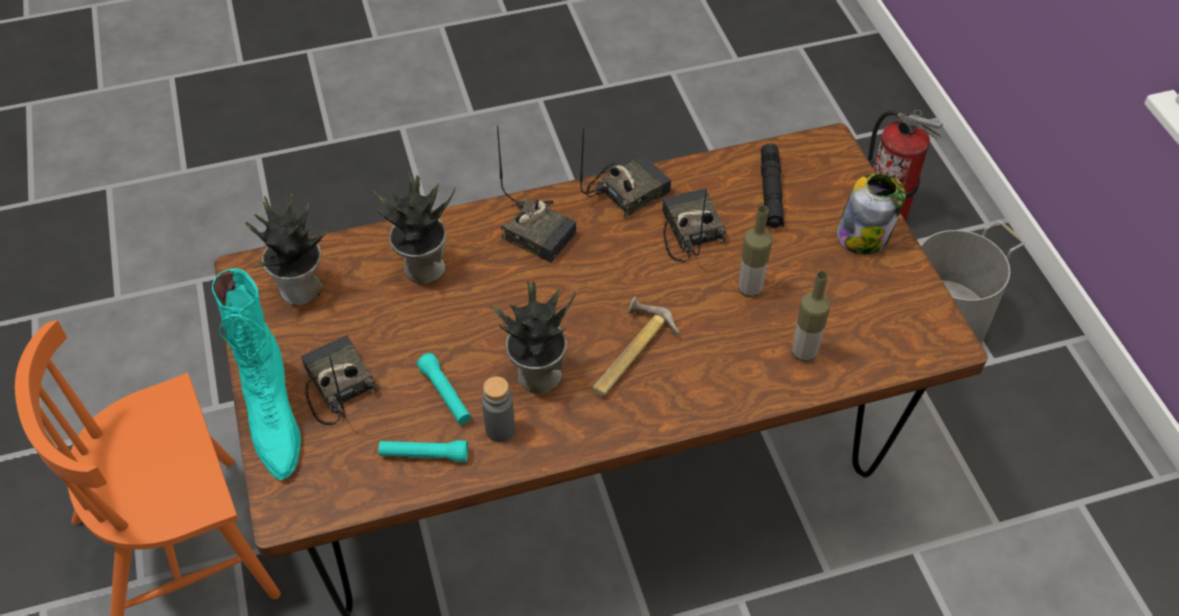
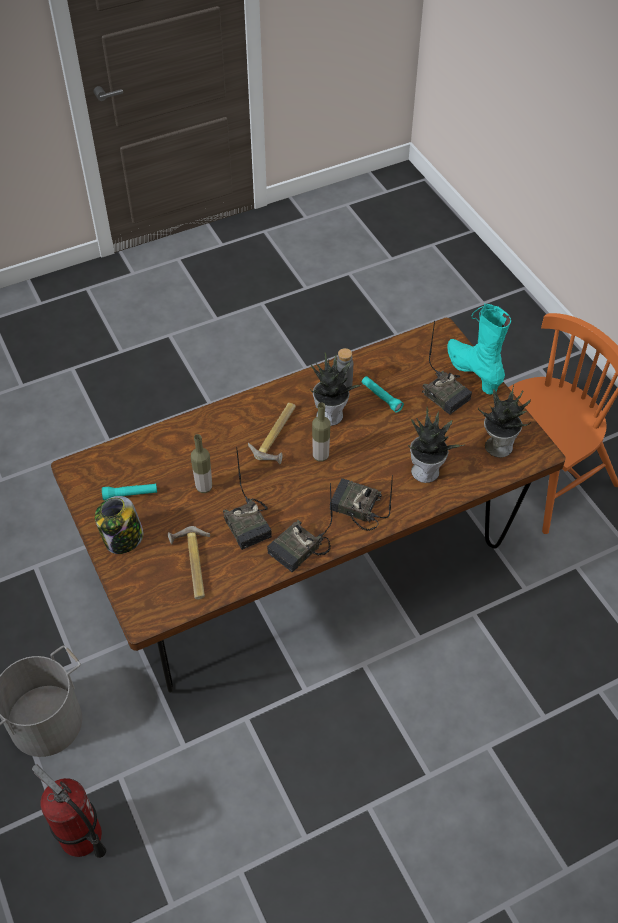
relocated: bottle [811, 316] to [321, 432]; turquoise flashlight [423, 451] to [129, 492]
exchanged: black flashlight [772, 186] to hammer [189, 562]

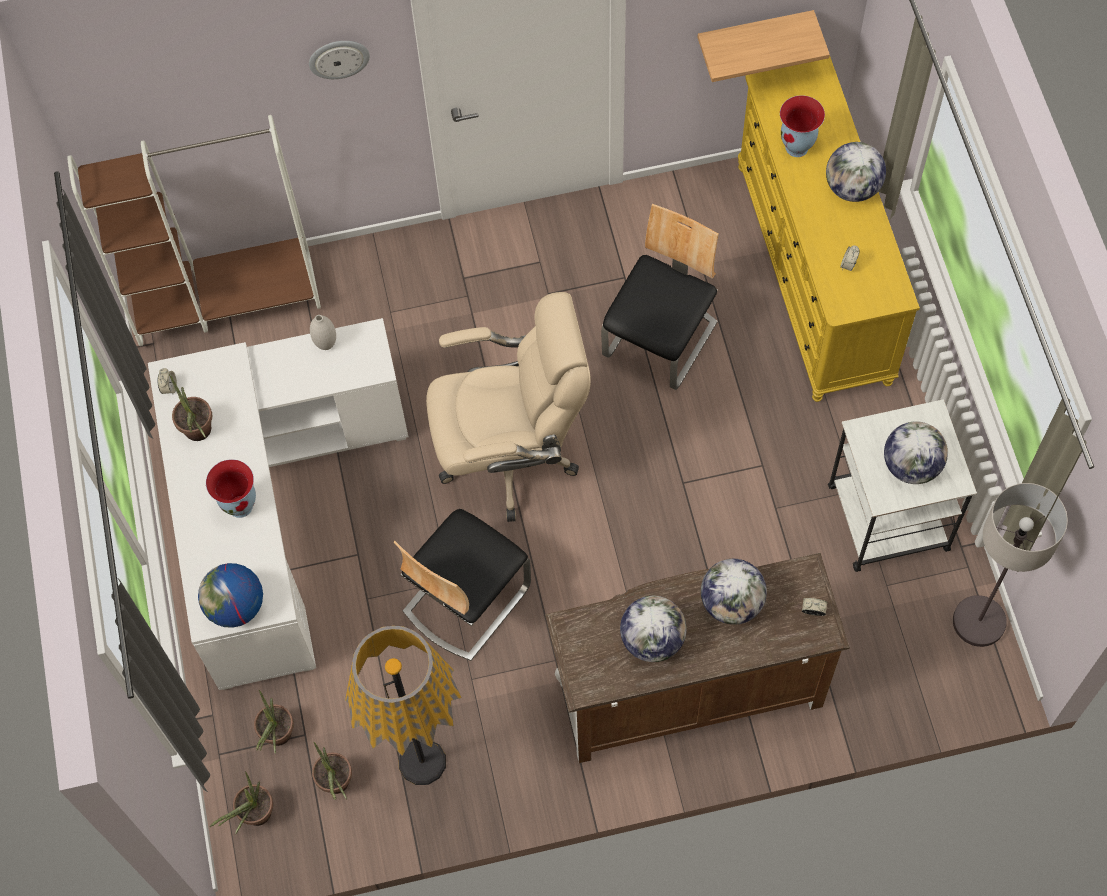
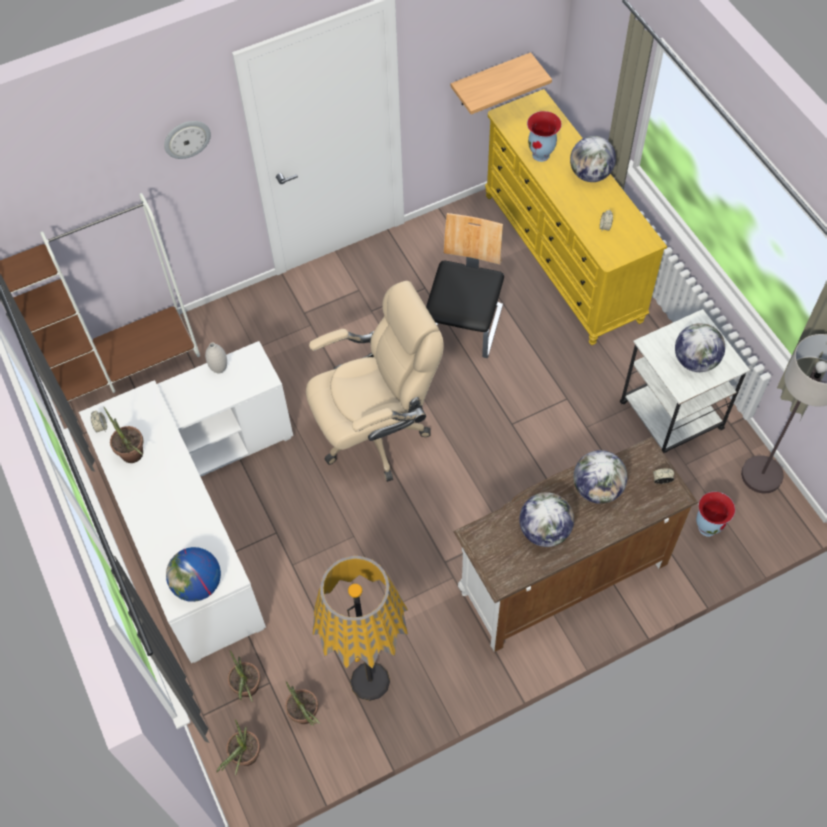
missing: chair [462, 585]
relocated: vase [231, 488] to [715, 514]

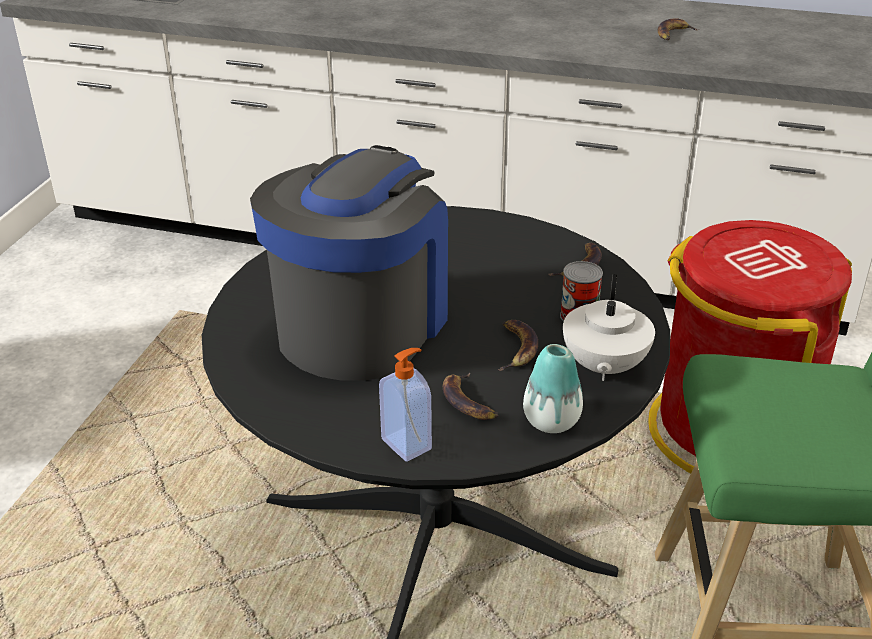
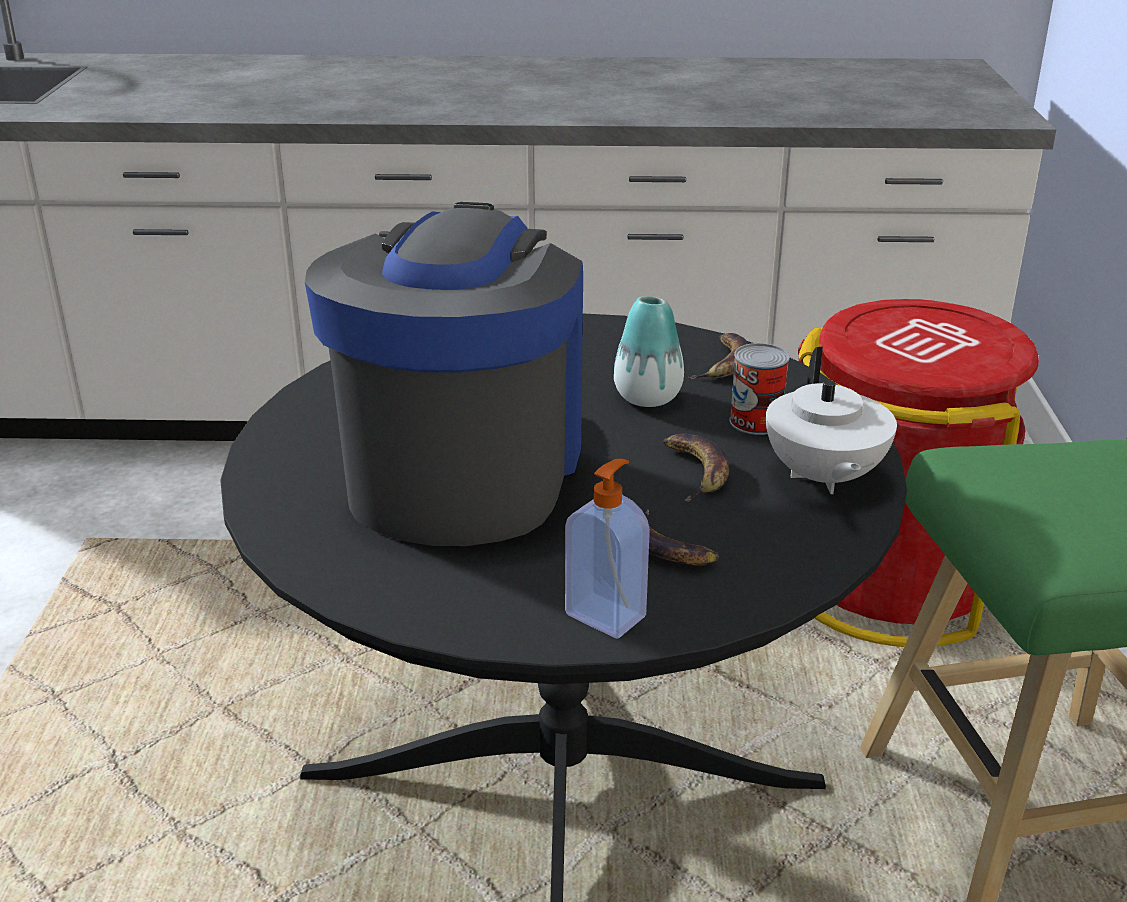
missing: banana [678, 29]
relocated: vase [553, 388] to [649, 351]

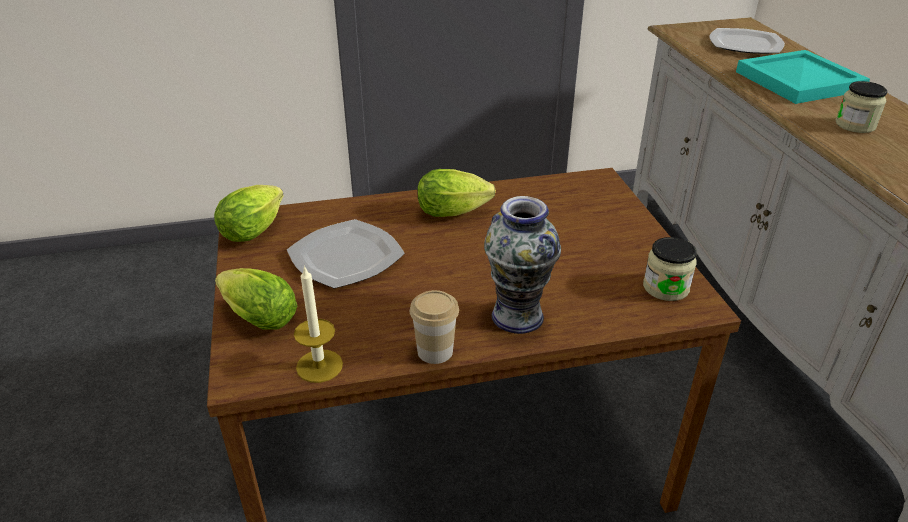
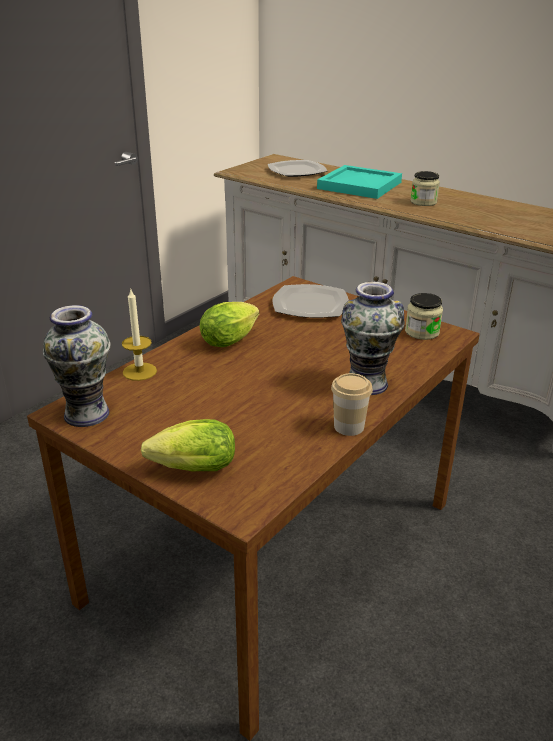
relocated: plate [346, 254] to [310, 301]; candle [318, 324] to [139, 335]
exchanged: lettuce [249, 213] to vase [77, 366]

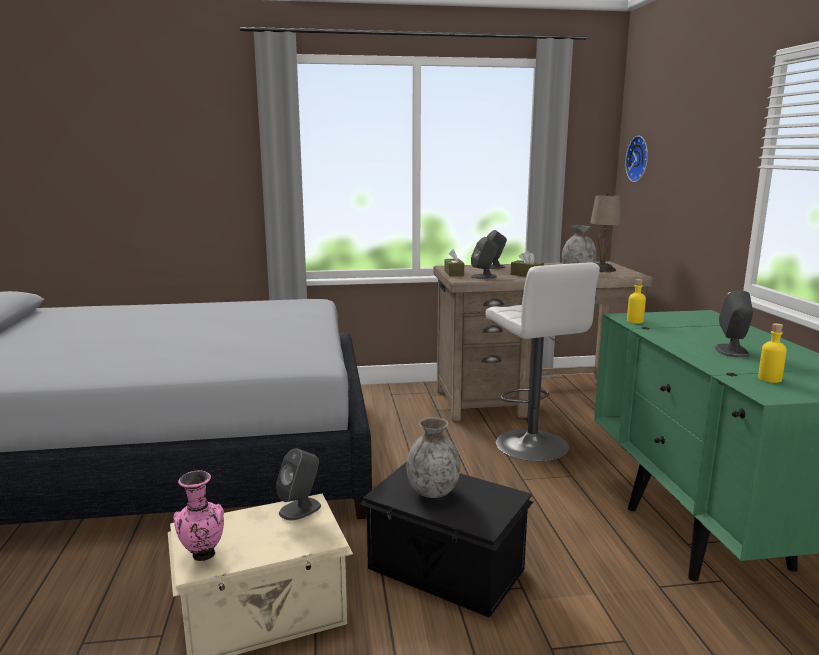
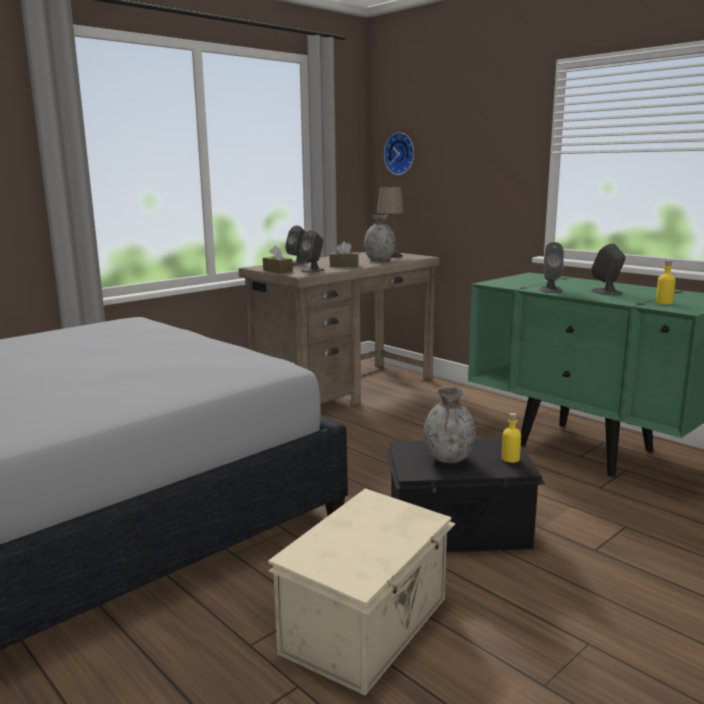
missing: white stool [543, 362]; pink vase [198, 515]
relocated: yellow bottle [636, 301] to [511, 438]; grey speaker [298, 484] to [551, 267]

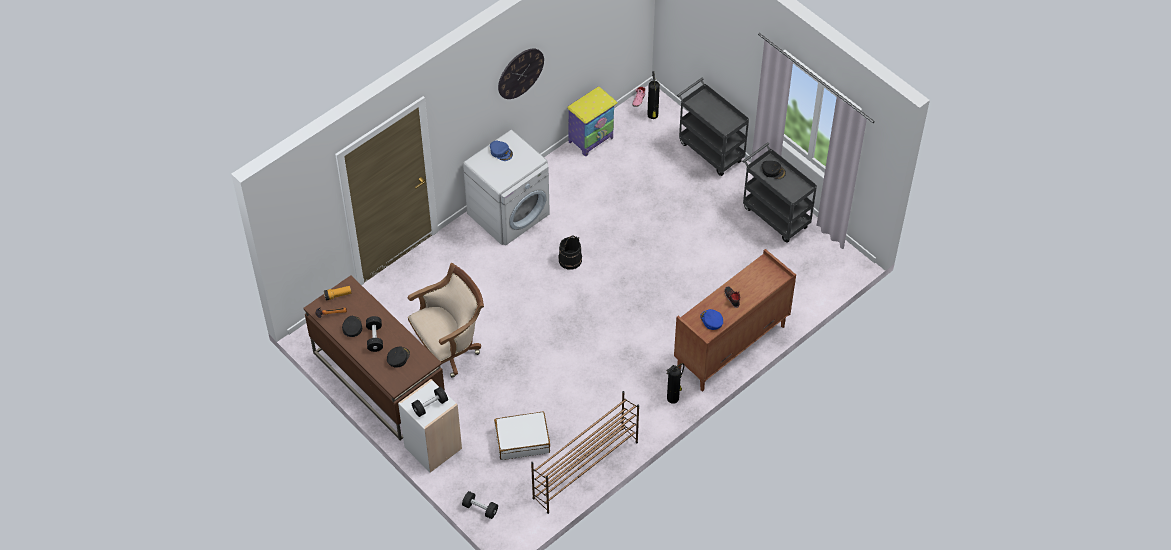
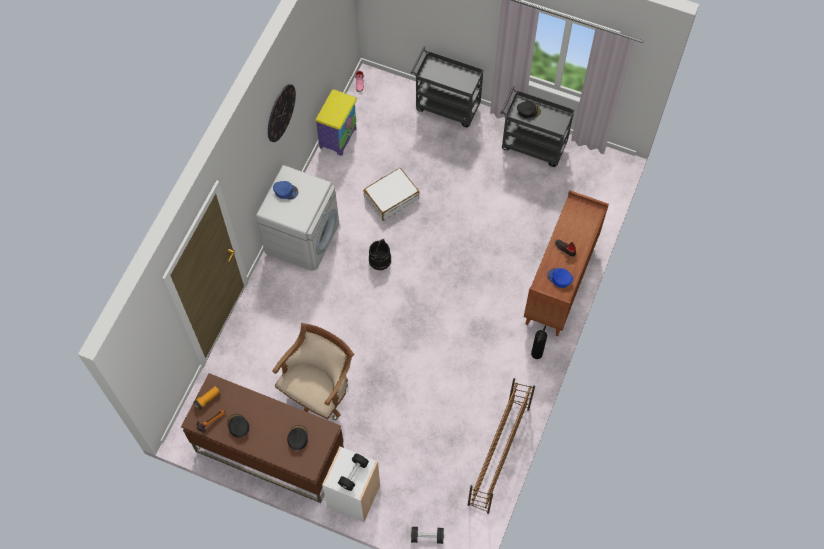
missing: fire extinguisher [653, 95]; black dumbbell [374, 334]
relocated: white suitcase [522, 436] to [391, 194]

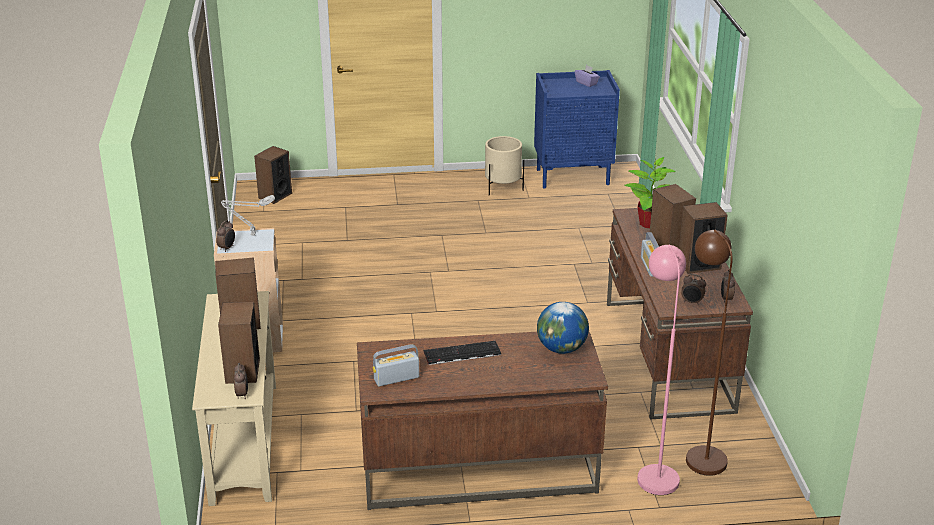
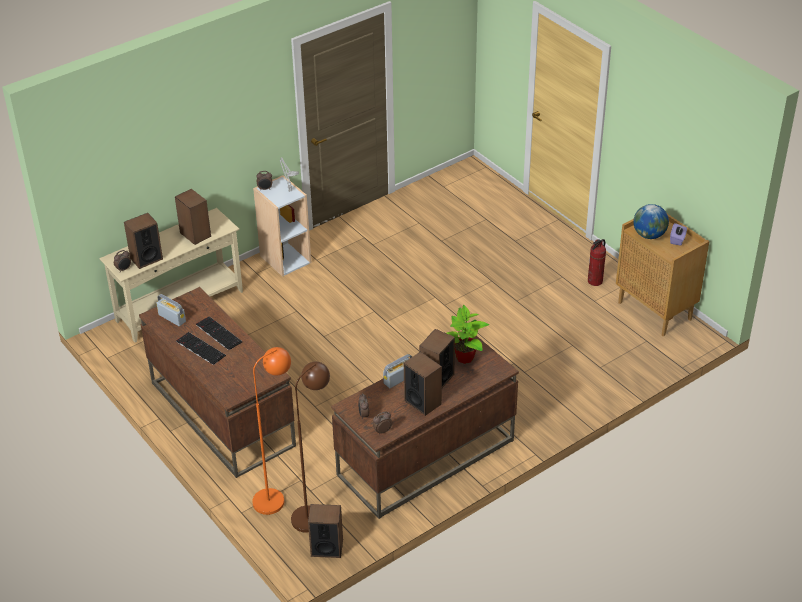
appeared: keyboard [201, 348]
relocated: speaker [273, 175] to [325, 531]; globe [563, 328] to [651, 221]
exchanged: beige planter [504, 166] to fire extinguisher [597, 262]
colour: blue cabinet [577, 129] to brown cabinet [662, 275]; pink floor lamp [661, 369] to orange floor lamp [271, 431]

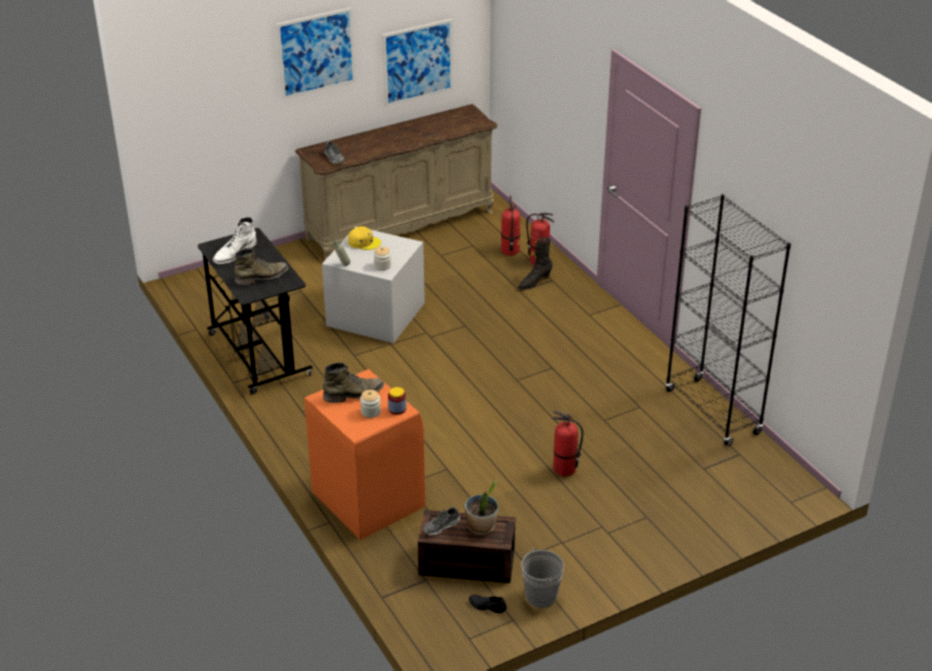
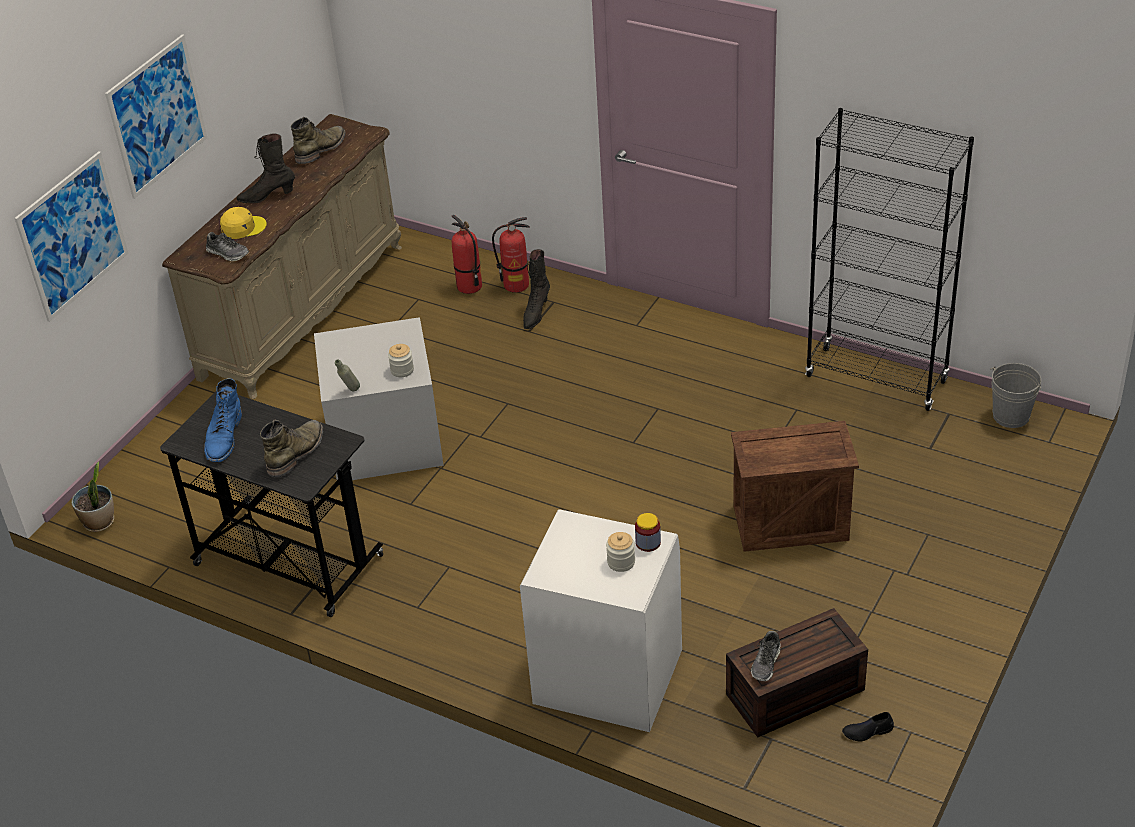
appeared: black boot [265, 168]
relocated: picture [417, 63] to [72, 236]; yellow cap [364, 238] to [243, 223]; green boot [353, 382] to [318, 140]; potted plant [481, 507] to [92, 497]; grey bucket [542, 578] to [1016, 395]
exchanged: fire extinguisher [567, 443] to crate [795, 486]
colour: white boot [235, 240] to blue boot [223, 420]; orange washing machine [365, 454] to white washing machine [601, 620]

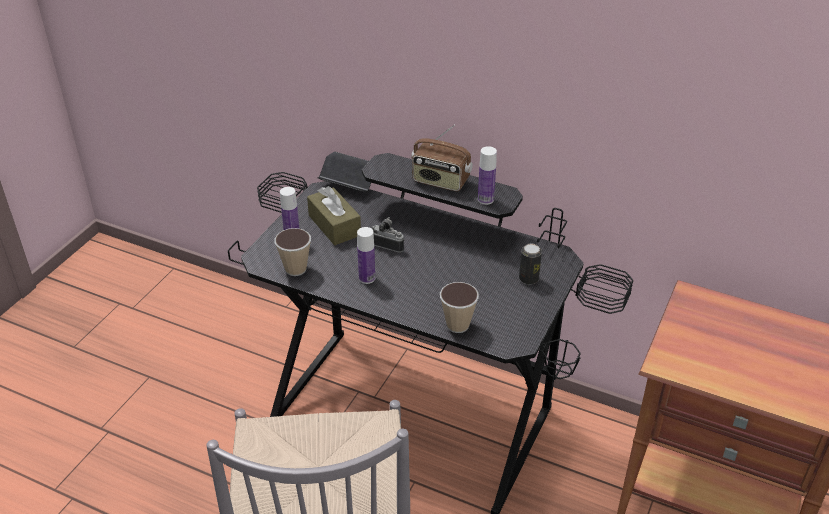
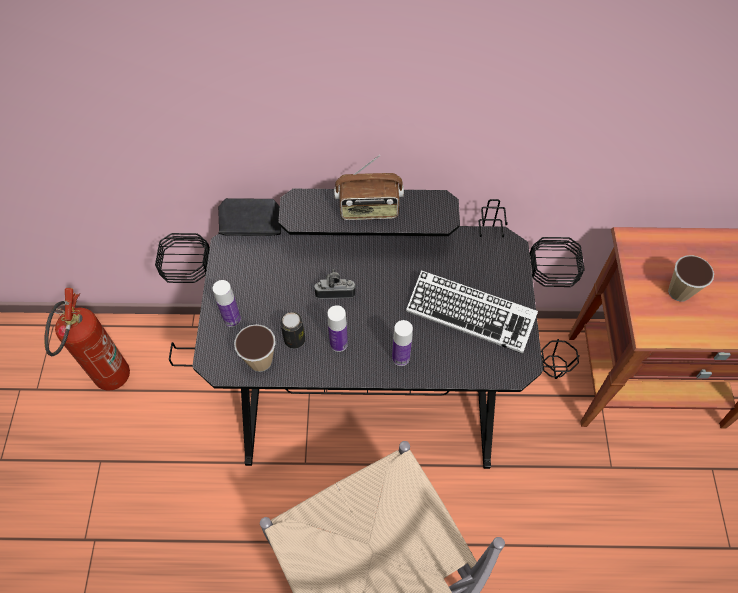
missing: brown tissue box [334, 215]
appeared: keyboard [472, 312]; fire extinguisher [87, 339]
relocated: bottle [487, 175] to [402, 343]; can [530, 264] to [292, 330]; cup [459, 307] to [691, 278]

